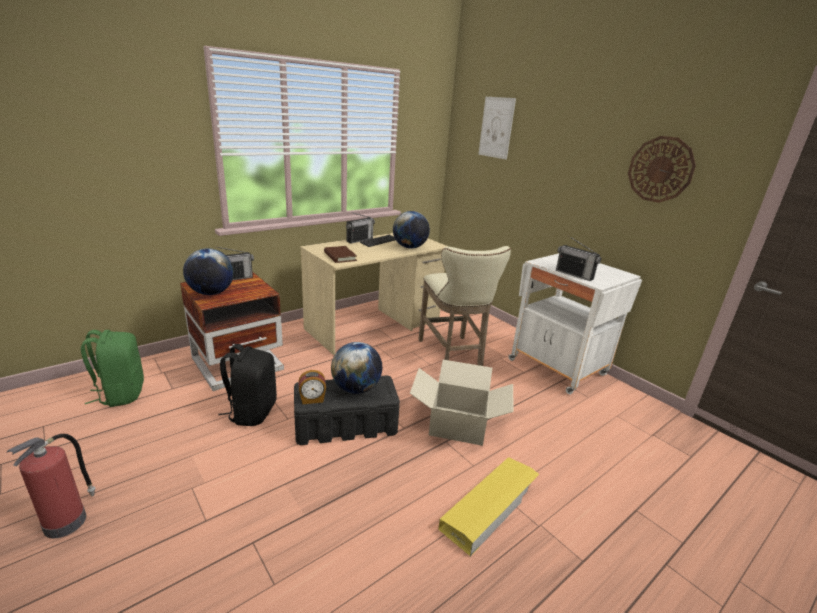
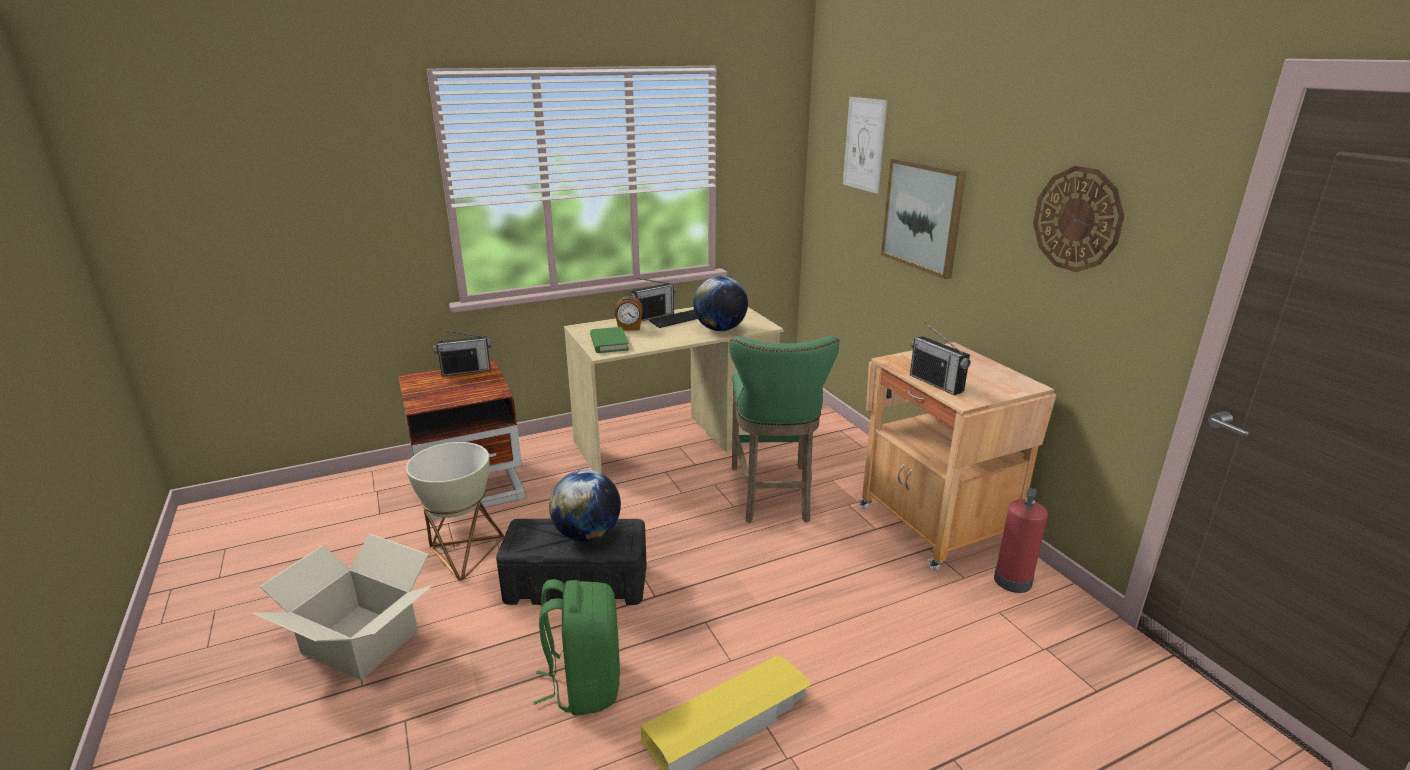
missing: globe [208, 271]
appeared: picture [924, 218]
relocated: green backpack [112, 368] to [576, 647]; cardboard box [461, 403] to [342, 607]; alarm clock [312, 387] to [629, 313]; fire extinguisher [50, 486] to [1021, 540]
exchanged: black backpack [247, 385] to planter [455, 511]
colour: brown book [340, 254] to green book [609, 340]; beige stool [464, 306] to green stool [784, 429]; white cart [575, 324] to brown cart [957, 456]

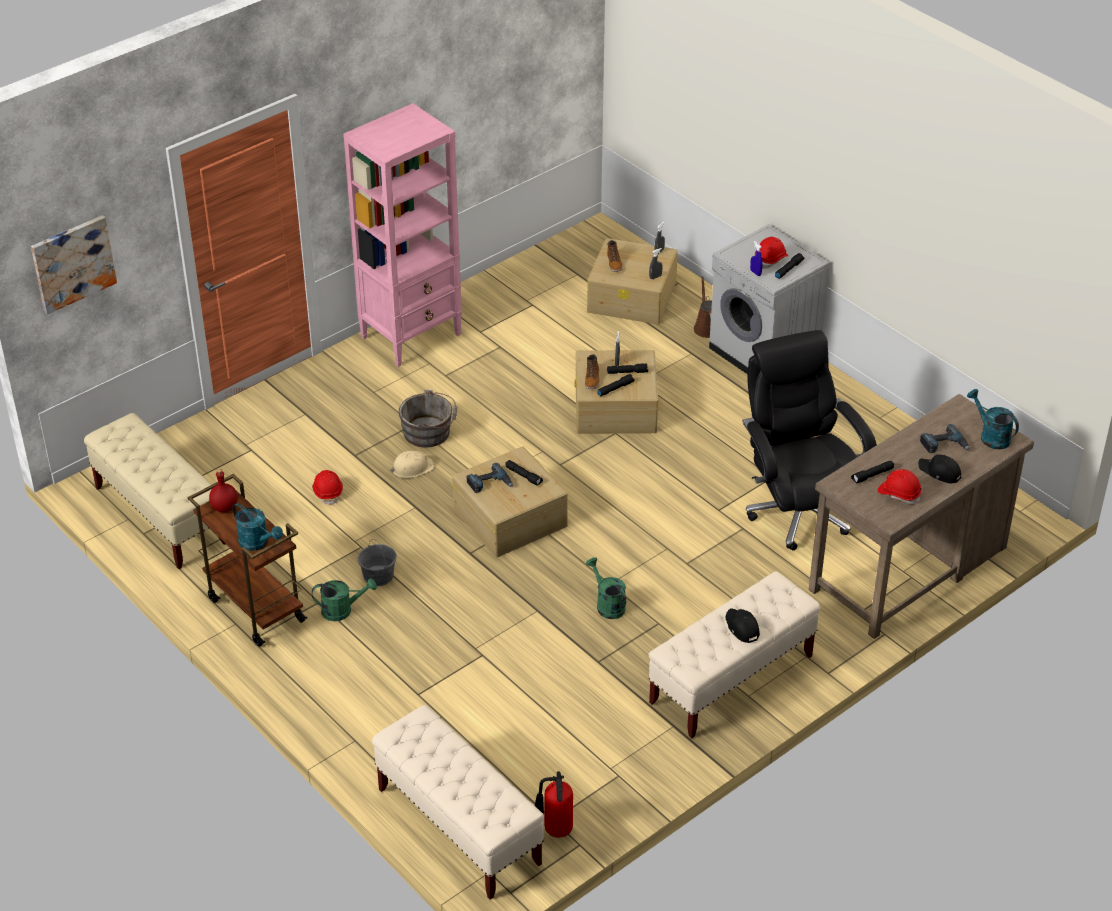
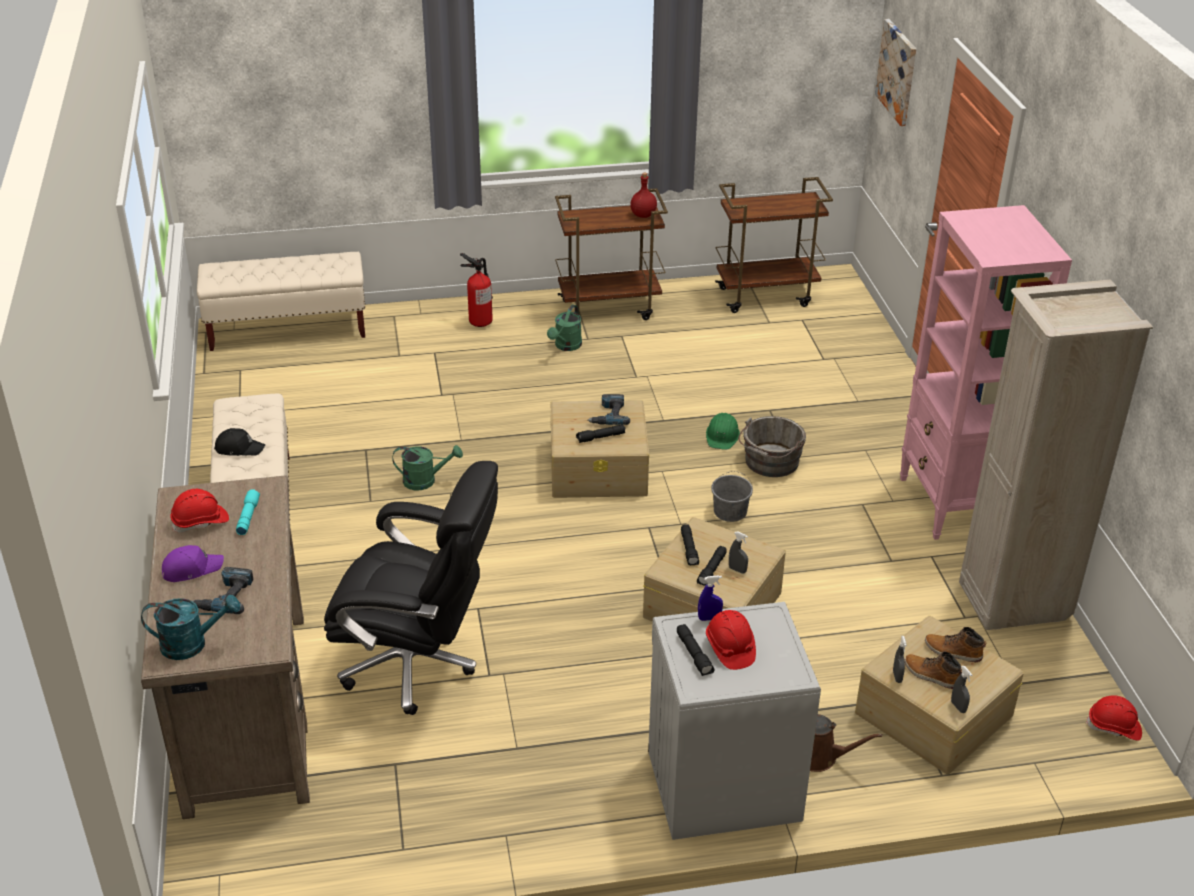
missing: turquoise watering can [257, 527]
appeared: beige cabinet [1056, 454]
relocated: boot [592, 371] to [933, 670]; red hard hat [327, 487] to [1114, 718]; grey bucket [377, 562] to [732, 496]; fire extinguisher [554, 804] to [476, 290]
exchanged: beige bench [155, 491] to brown cart [774, 245]
colour: beige hard hat [412, 464] to green hard hat [723, 431]; black cap [940, 468] to purple cap [193, 563]; black flashlight [872, 472] to turquoise flashlight [248, 512]

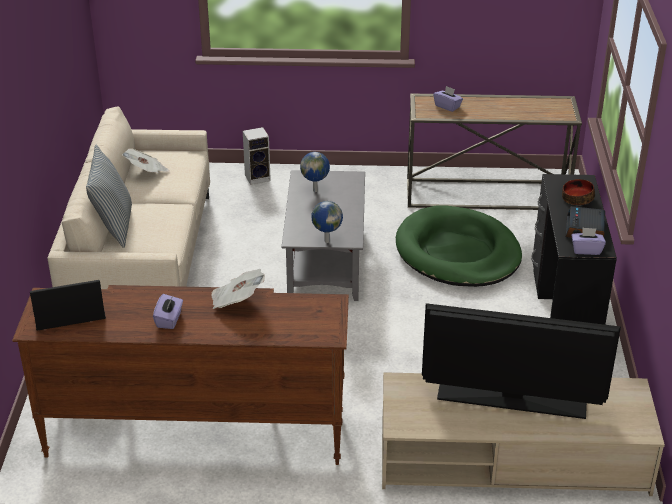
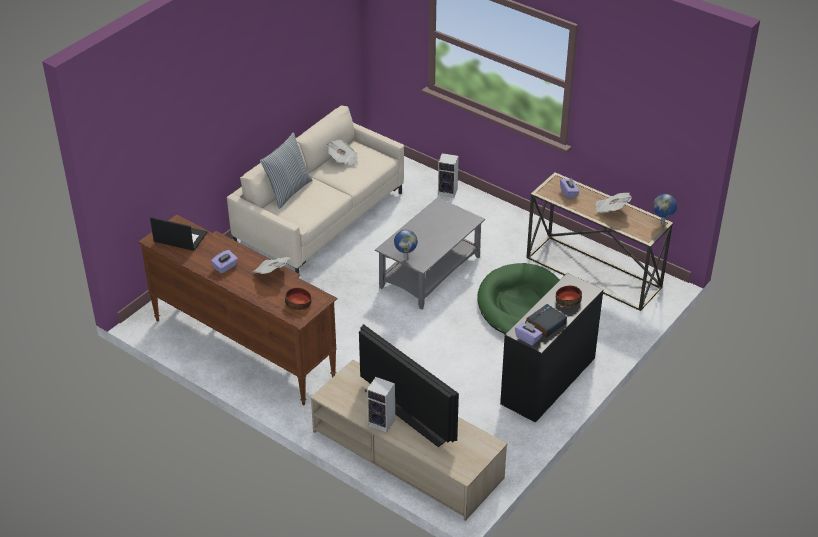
appeared: newspaper [613, 203]; bowl [298, 299]; speaker [381, 405]
relocated: globe [315, 172] to [665, 209]

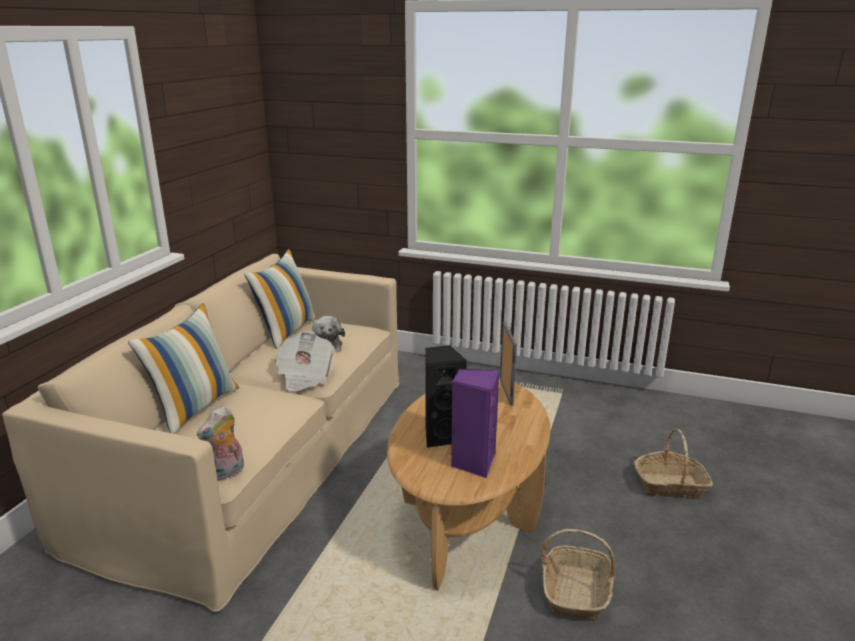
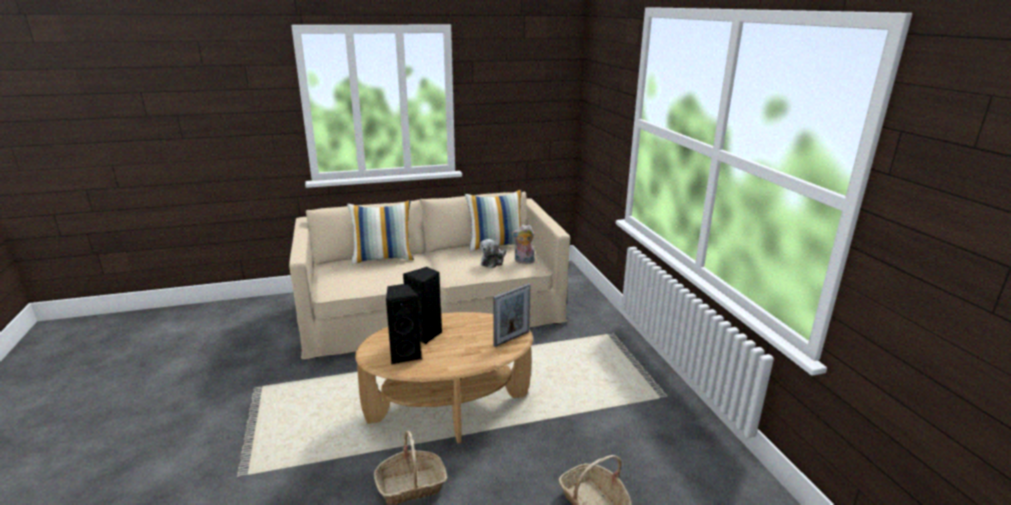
missing: newspaper [305, 361]
relocated: plush toy [220, 443] to [523, 244]
colour: purple speaker [475, 423] to black speaker [404, 324]

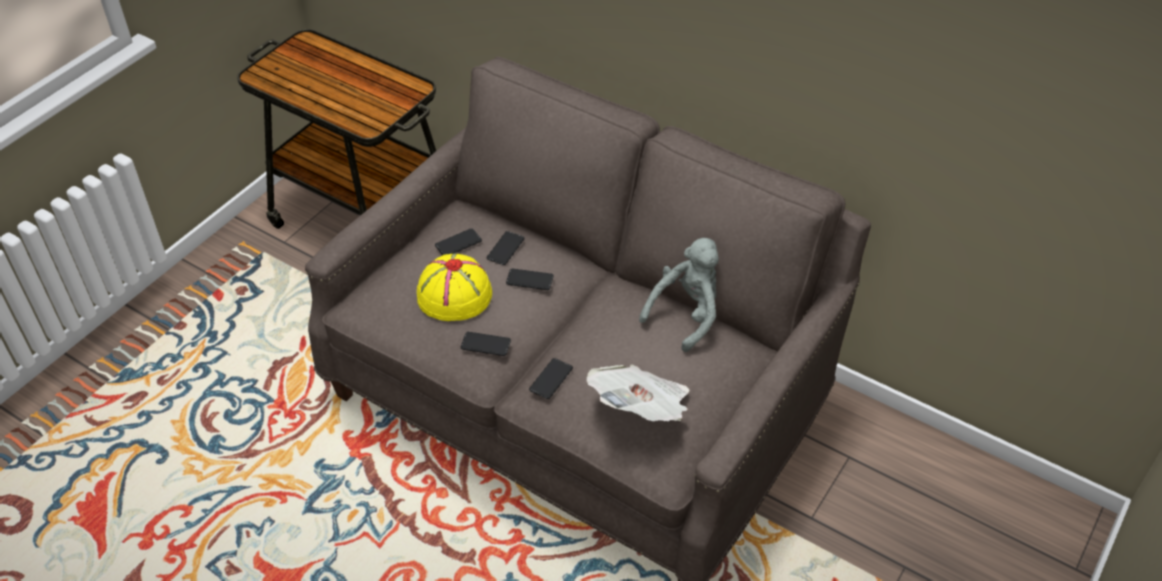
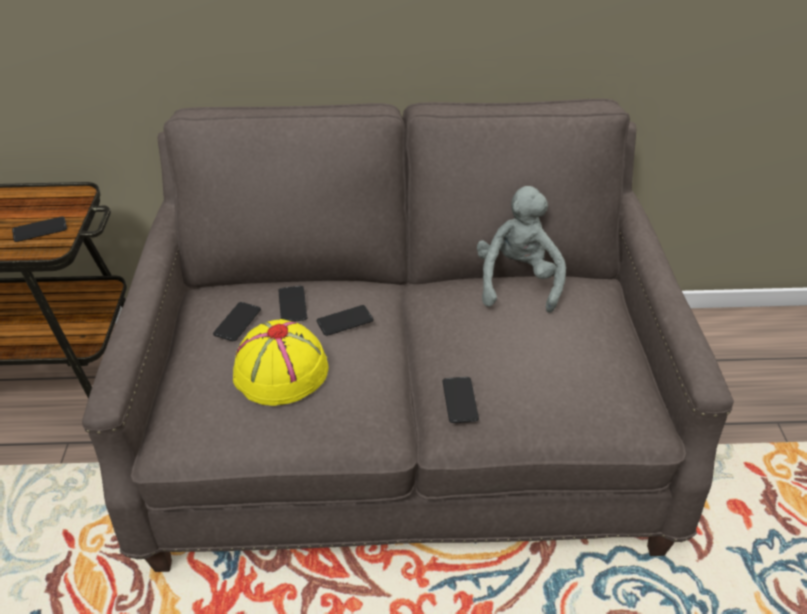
missing: newspaper [638, 393]
relocated: phone [486, 344] to [39, 229]

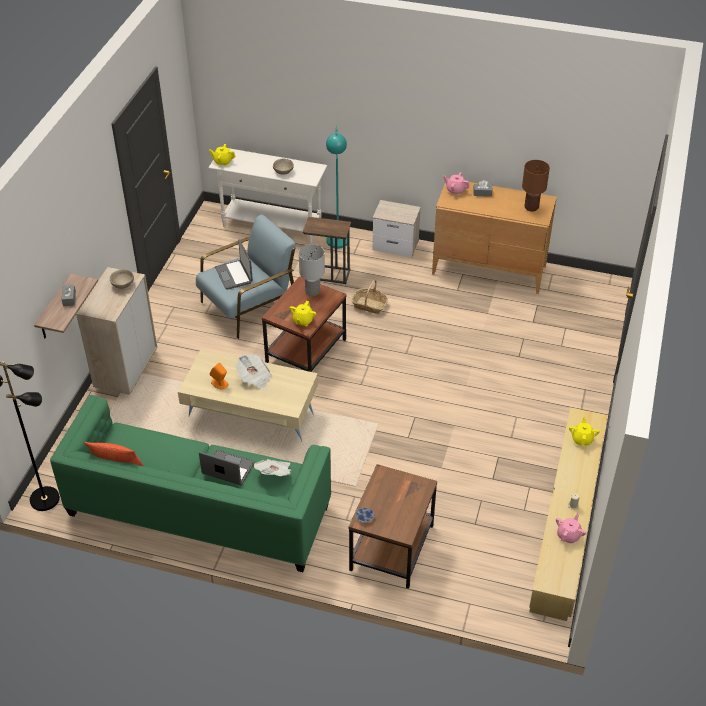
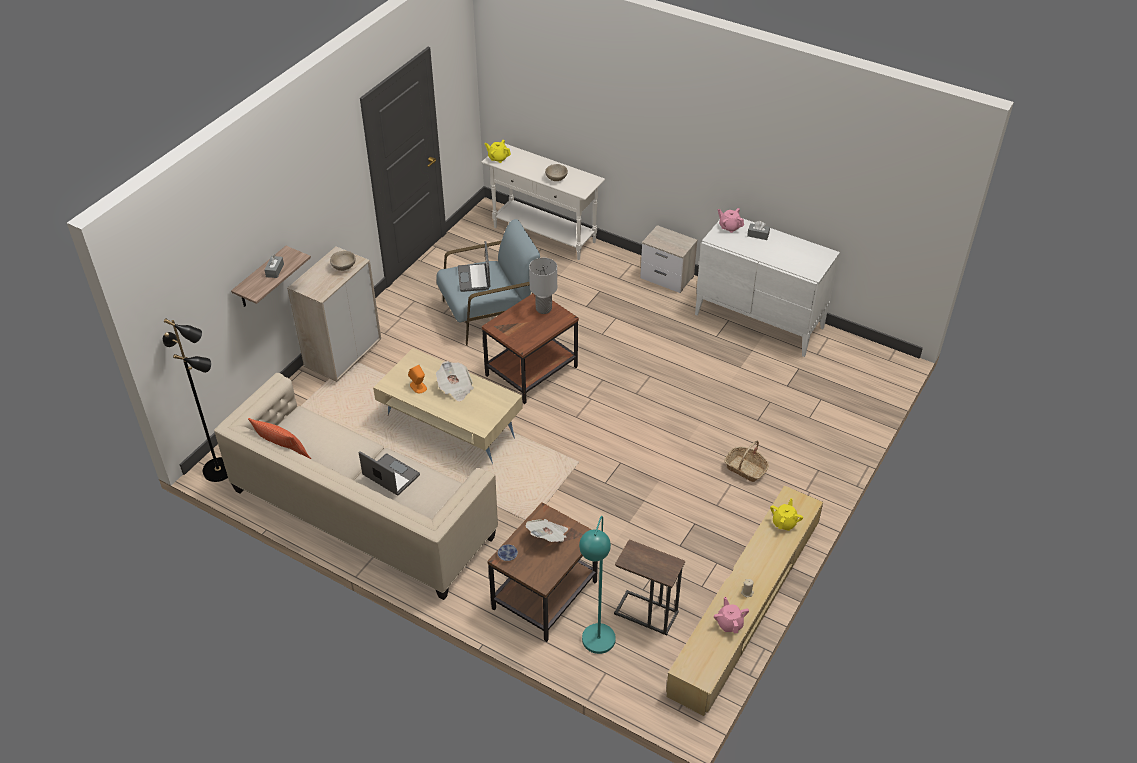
missing: brown table lamp [536, 186]; yellow teapot [303, 313]
relocated: turquoise floor lamp [336, 187] to [597, 585]; brown side table [327, 250] to [649, 588]; basket [370, 297] to [746, 461]; newspaper [272, 467] to [547, 530]
colour: brown cabinet [494, 236] to white cabinet [767, 287]; green sofa [190, 483] to beige sofa [356, 486]
spun: pink teapot [571, 528] = [731, 615] 60 degrees counterclockwise

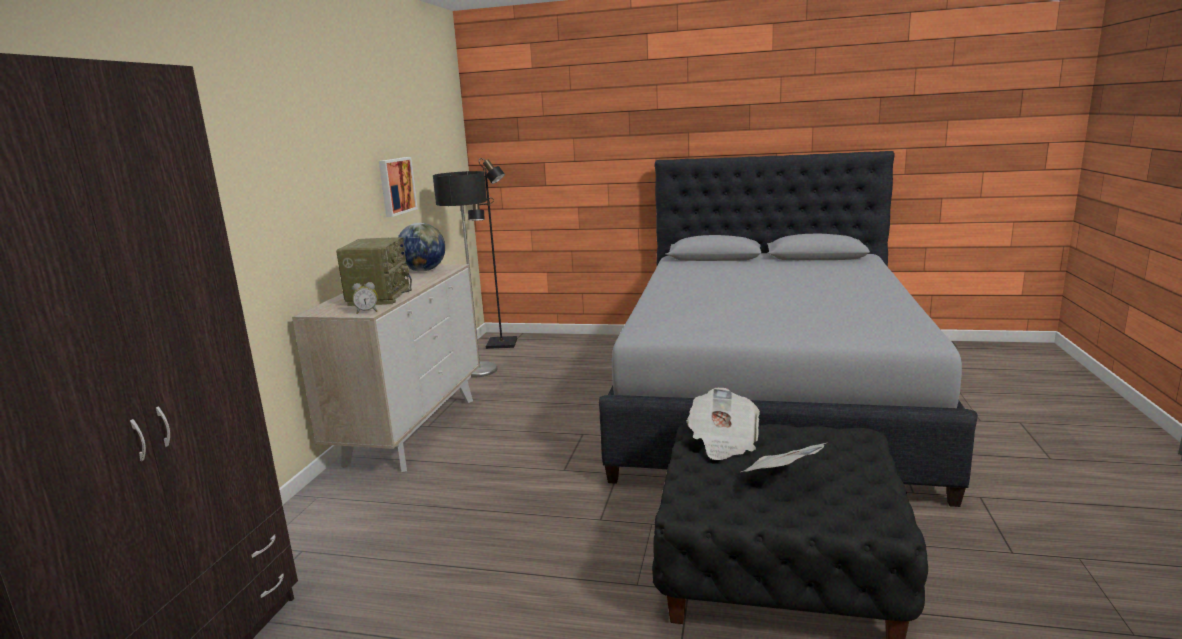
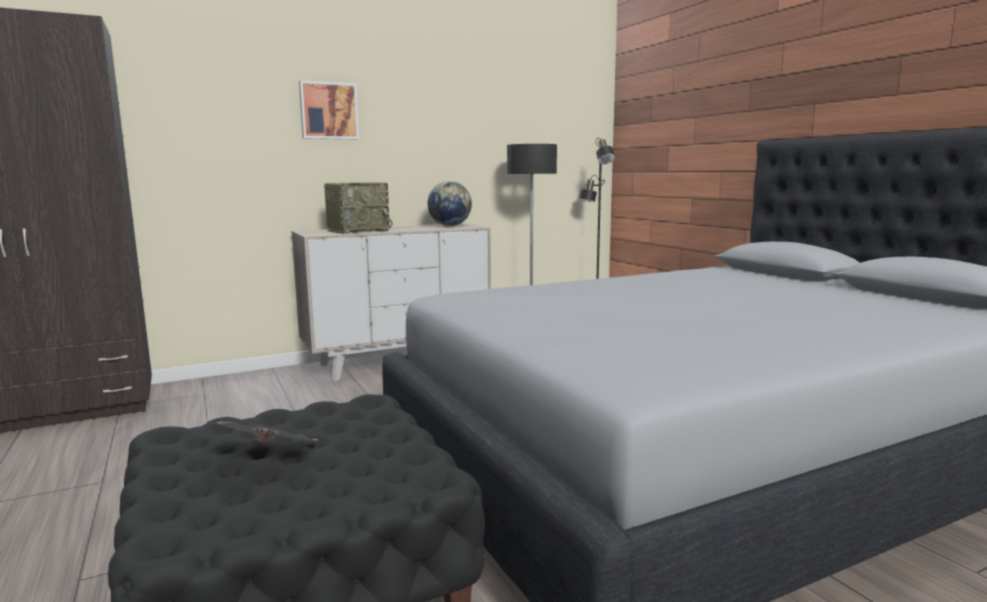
missing: alarm clock [365, 298]; newspaper [723, 424]
relocated: picture [398, 187] to [329, 109]

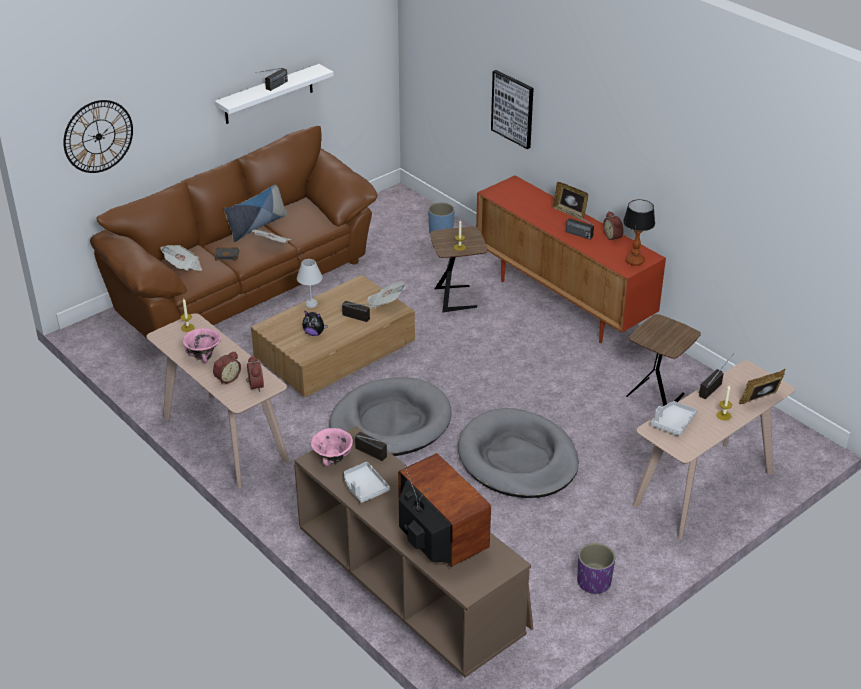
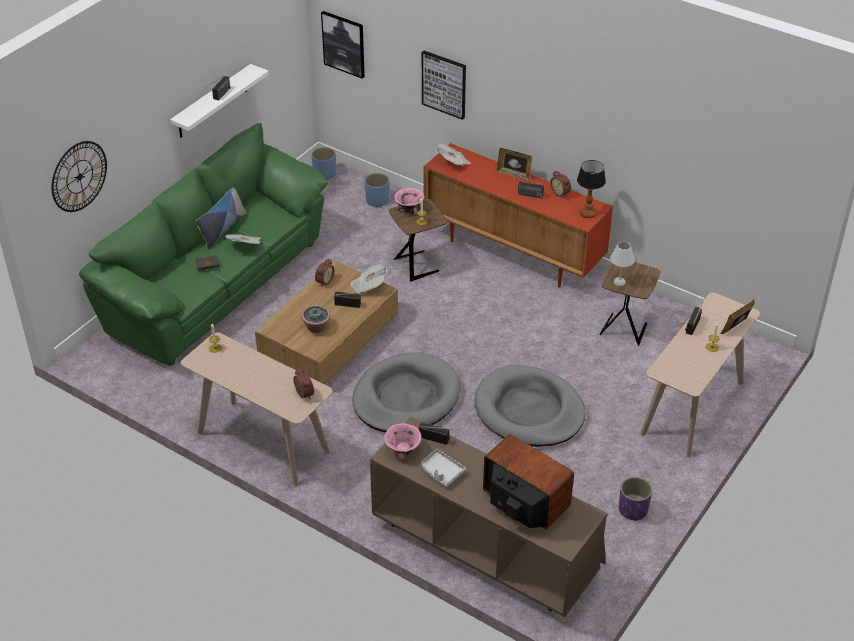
missing: grey tray [674, 418]
appeared: picture [343, 45]; blue planter [323, 163]
relocated: newspaper [181, 258] to [453, 155]; white table lamp [310, 283] to [622, 263]; pink bowl [202, 345] to [409, 201]; alarm clock [227, 368] to [324, 272]
exchanged: plush toy [315, 323] to potted plant [315, 319]
colour: brown sofa [234, 232] to green sofa [203, 244]

